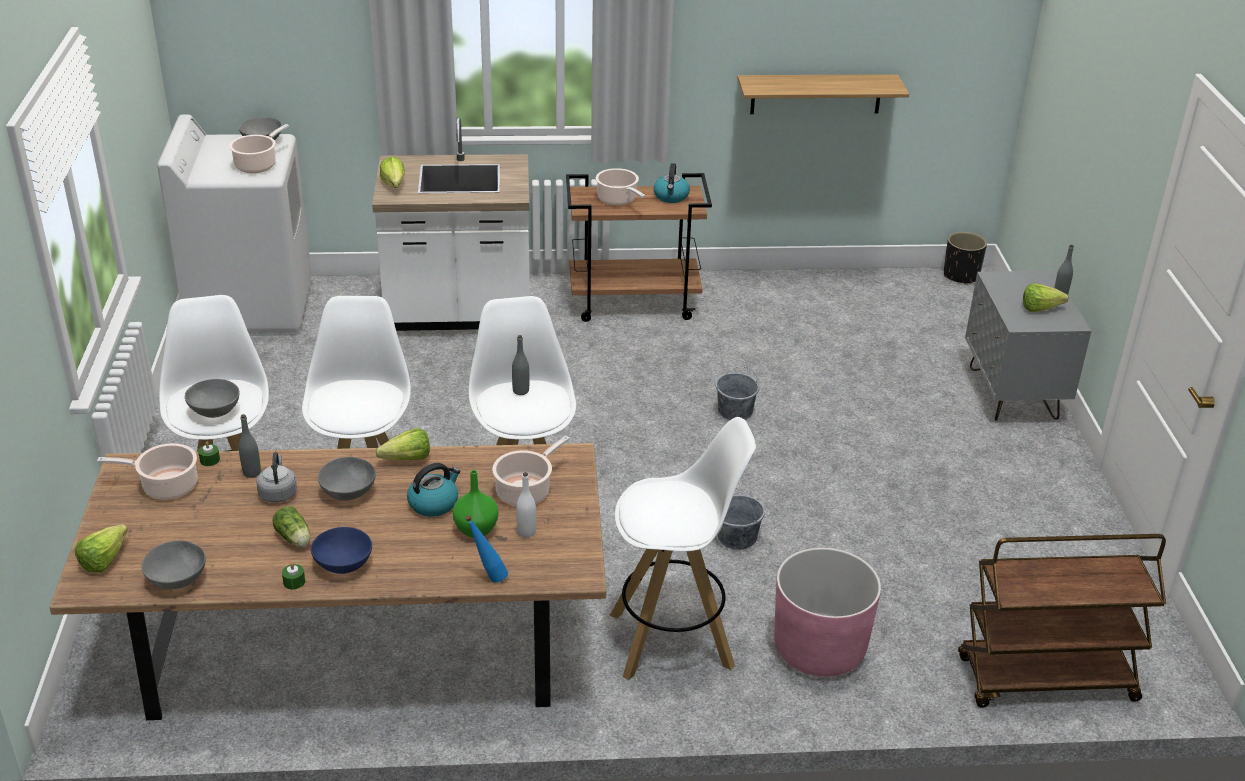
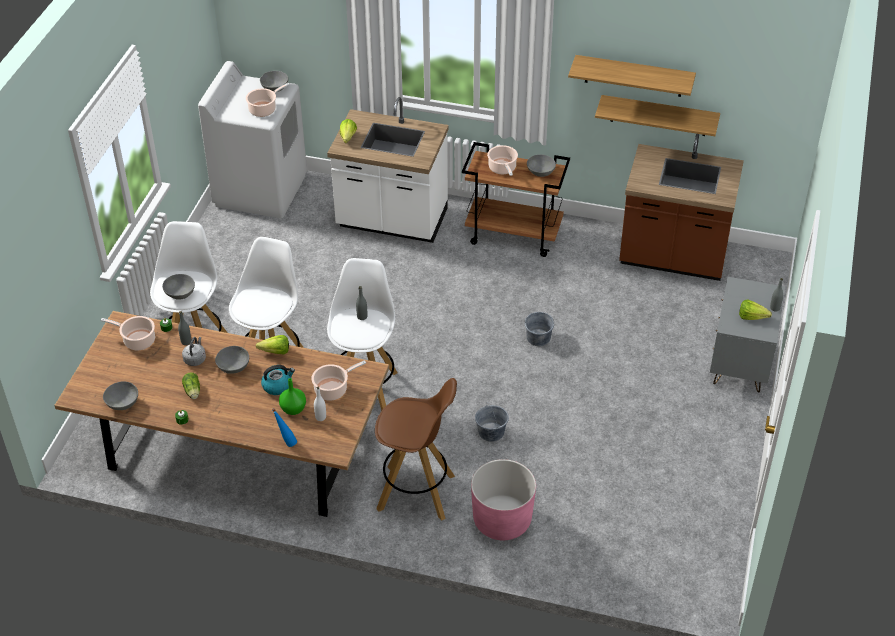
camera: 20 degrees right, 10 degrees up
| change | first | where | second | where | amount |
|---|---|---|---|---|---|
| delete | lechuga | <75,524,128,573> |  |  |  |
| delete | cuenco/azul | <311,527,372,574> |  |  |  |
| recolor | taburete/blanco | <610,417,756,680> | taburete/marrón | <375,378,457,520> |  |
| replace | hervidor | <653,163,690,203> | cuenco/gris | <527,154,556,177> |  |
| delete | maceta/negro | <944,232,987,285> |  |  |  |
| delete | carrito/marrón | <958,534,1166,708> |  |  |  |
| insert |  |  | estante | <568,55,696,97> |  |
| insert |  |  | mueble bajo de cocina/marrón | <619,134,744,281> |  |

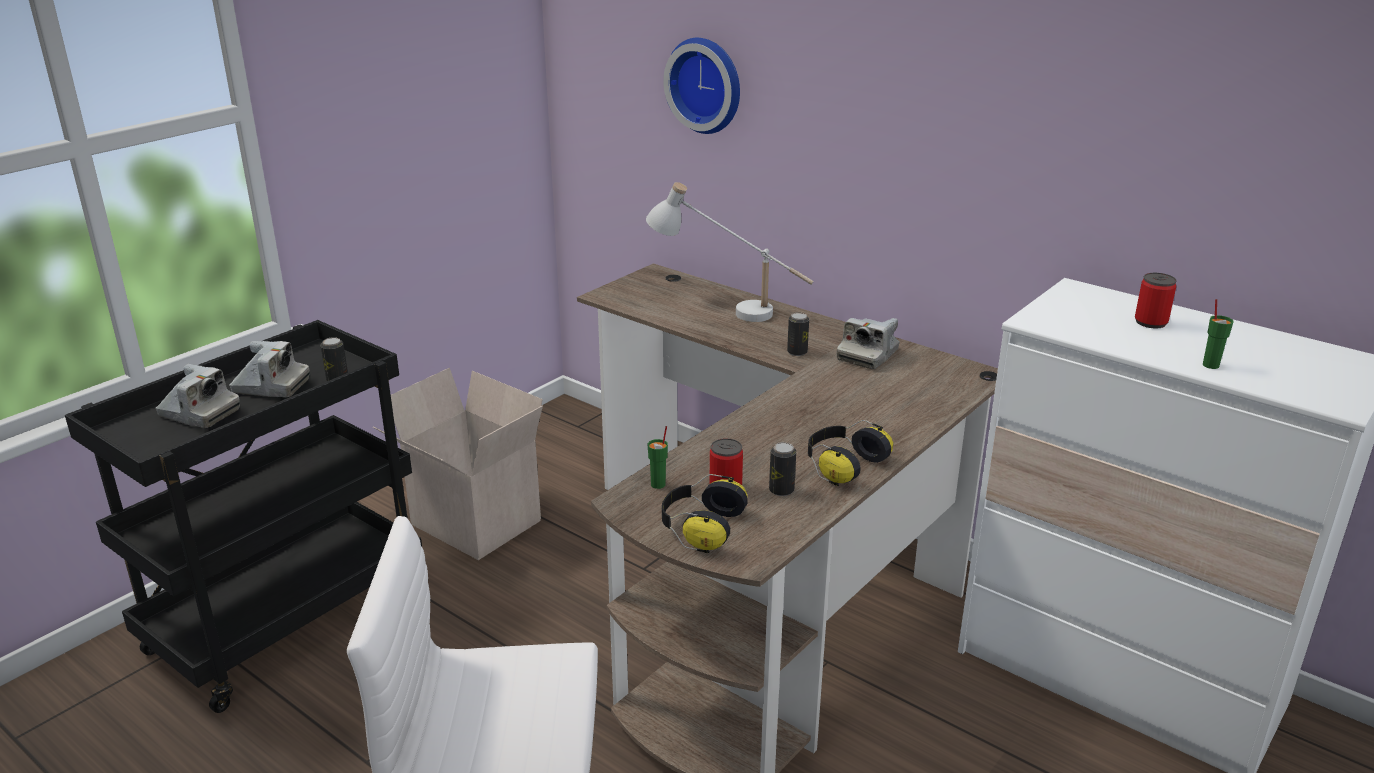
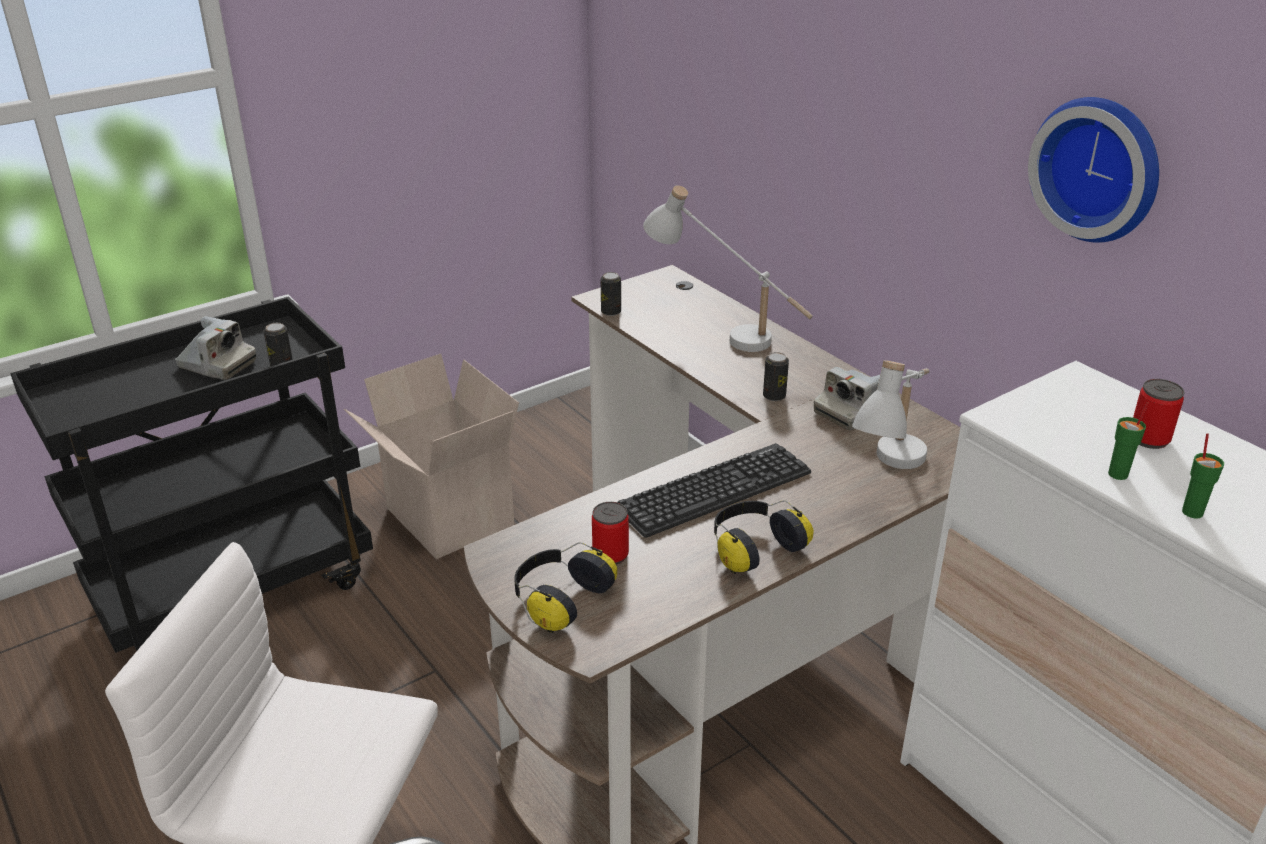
camera: 15 degrees right, 5 degrees up
| change | first | where | second | where | amount |
|---|---|---|---|---|---|
| delete | cámara | <156,364,240,428> |  |  |  |
| move | taza/verde | <648,426,668,489> |  | <1108,402,1149,480> |  |
| move | reloj de pared | <663,38,740,134> |  | <1028,97,1159,243> |  |
| move | lata | <769,442,796,496> |  | <601,272,621,316> |  |
| insert |  |  | teclado | <617,443,811,538> |  |
| insert |  |  | lámpara de mesa/blanco | <852,360,930,469> |  |

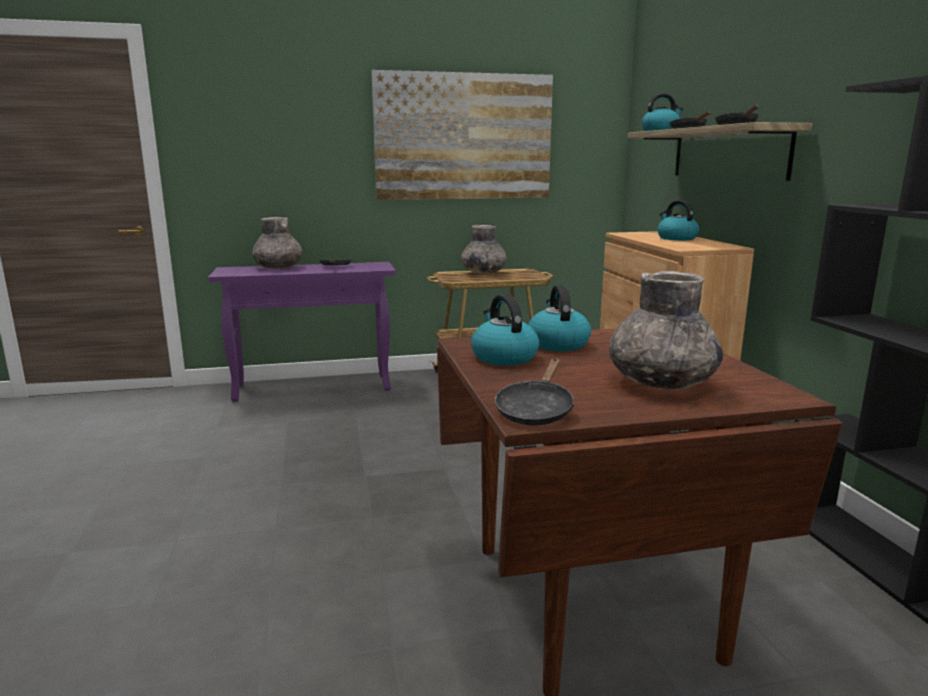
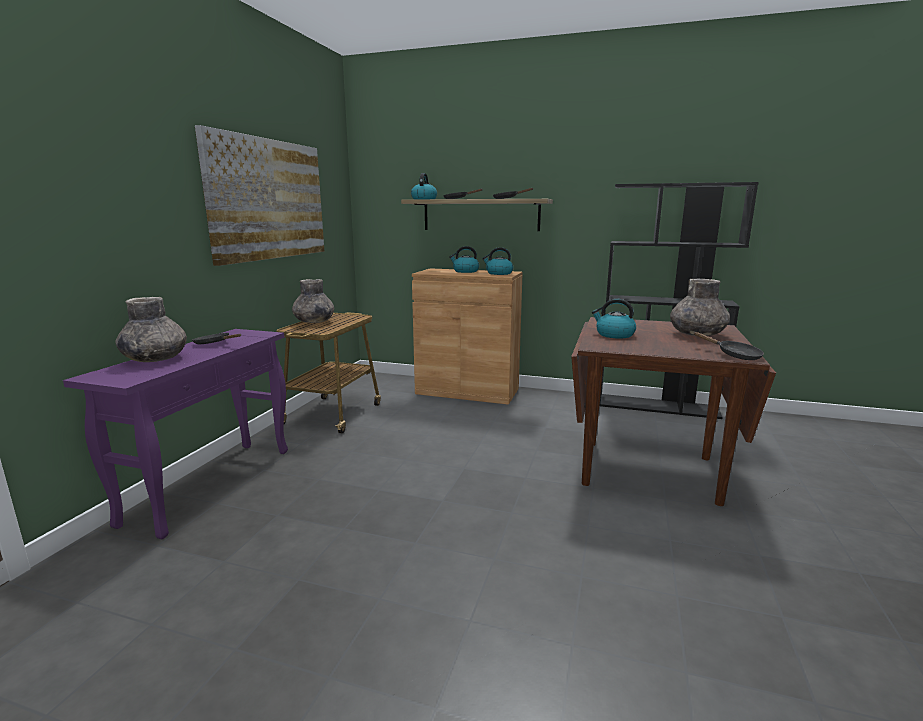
camera: 60 degrees left, 0 degrees up
| change | first | where | second | where | amount |
|---|---|---|---|---|---|
| move | hervidor | <471,294,539,366> |  | <482,247,513,275> |  |

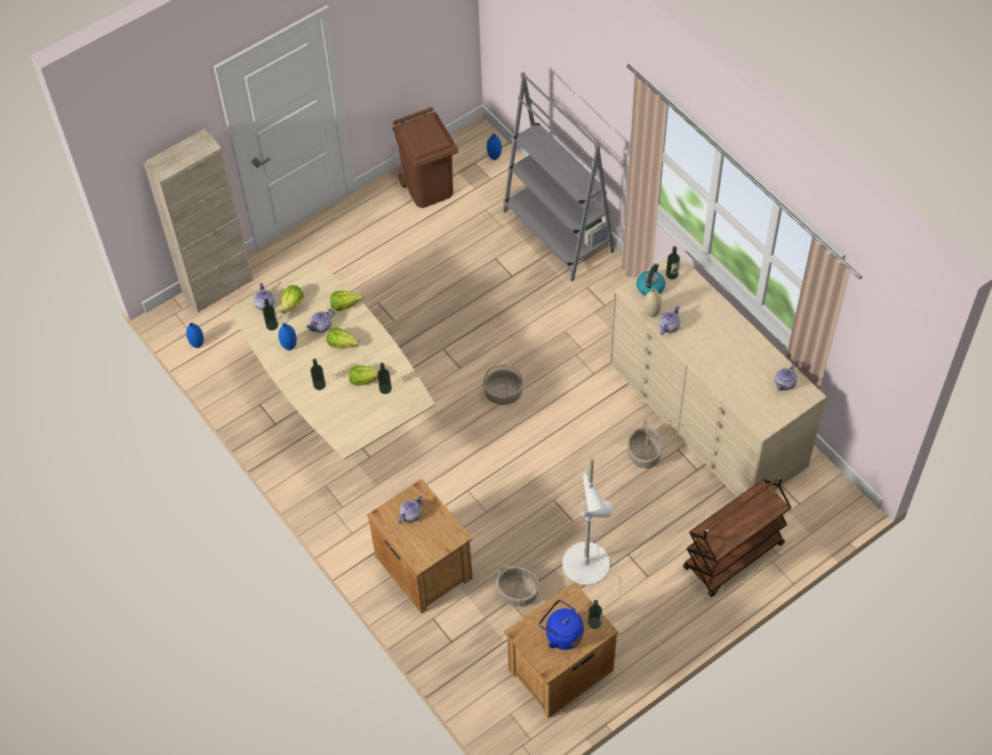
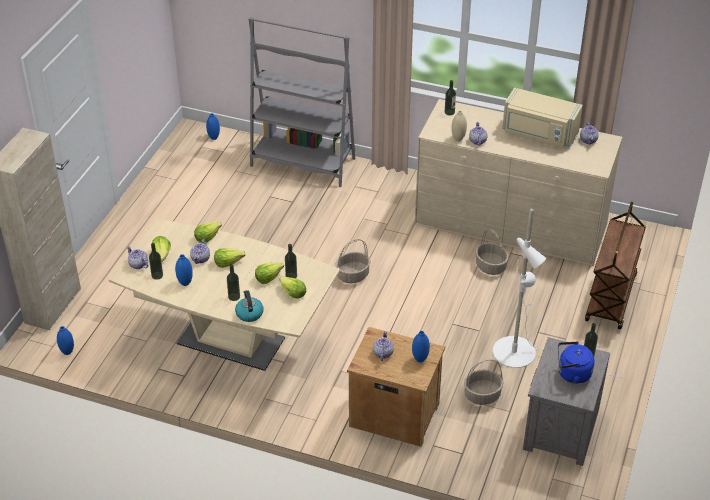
camera: 35 degrees left, 15 degrees down
| change | first | where | second | where | amount |
|---|---|---|---|---|---|
| delete | papelera/marrón | <393,107,458,208> |  |  |  |
| recolor | mesita de noche/marrón | <504,582,619,718> | mesita de noche/gris | <523,337,610,466> |  |
| move | hervidor | <636,263,665,296> |  | <235,290,264,322> |  |
| insert |  |  | lechuga | <279,276,307,299> |  |
| insert |  |  | florero/azul | <412,331,430,362> |  |
| insert |  |  | microondas/beis | <502,87,583,148> |  |

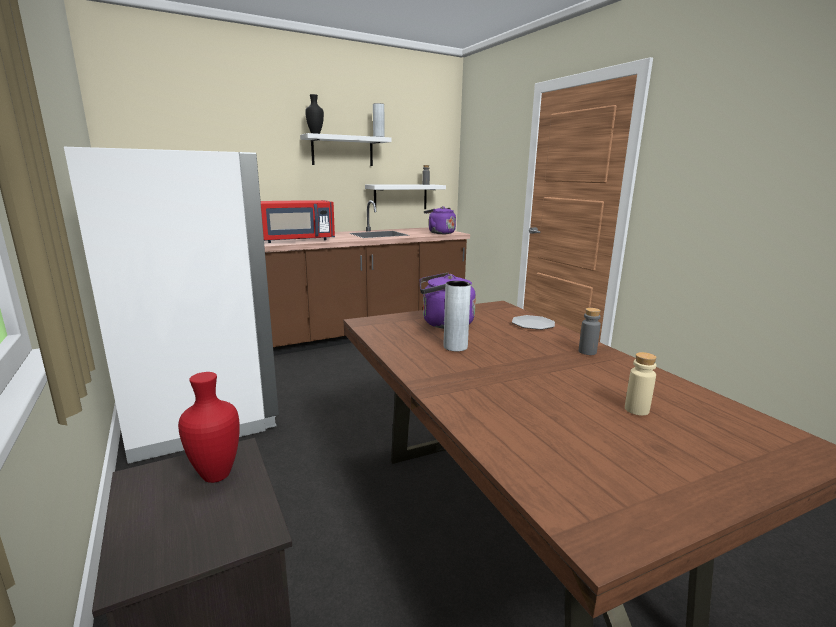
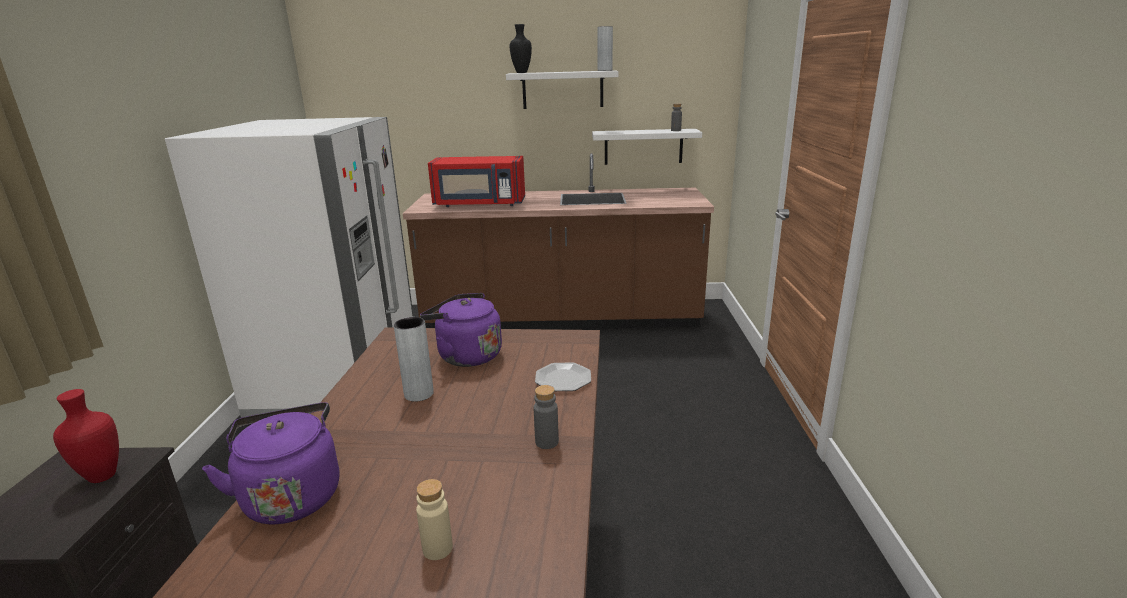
camera: 30 degrees right, 5 degrees up
| change | first | where | second | where | amount |
|---|---|---|---|---|---|
| move | hervidor/morado | <424,206,456,234> |  | <202,402,339,525> |  |

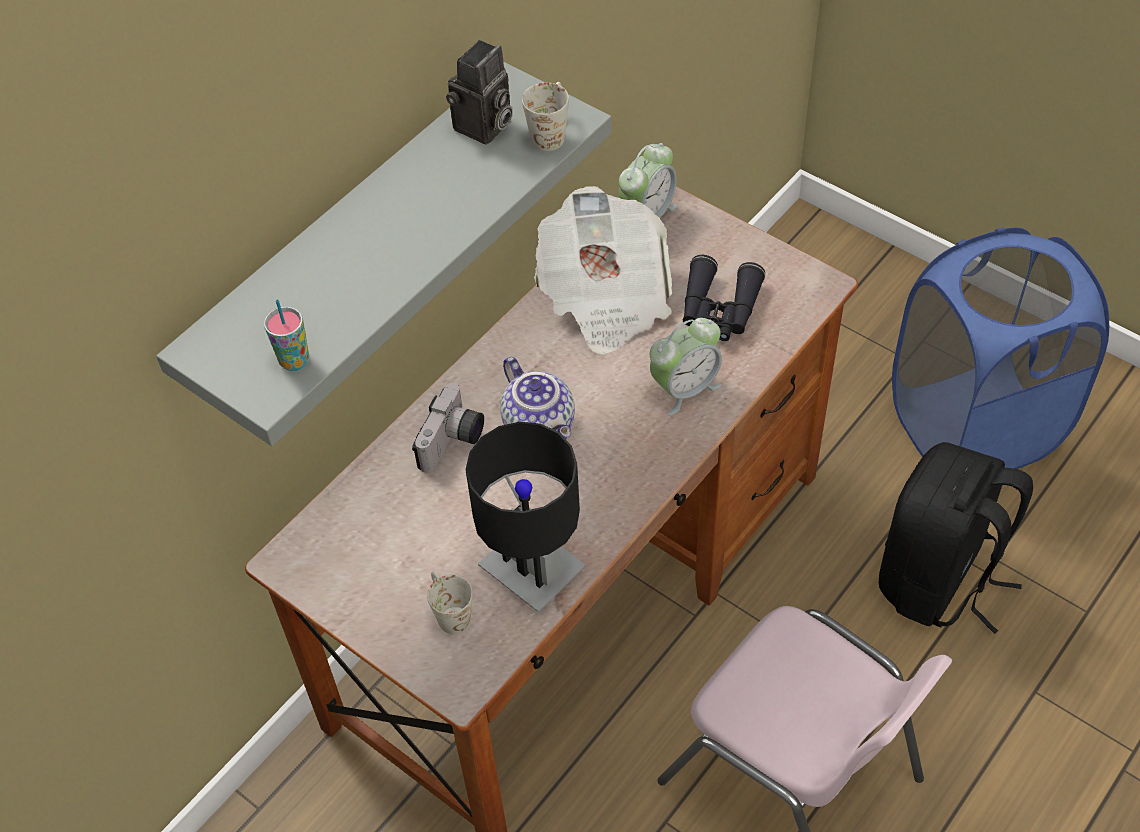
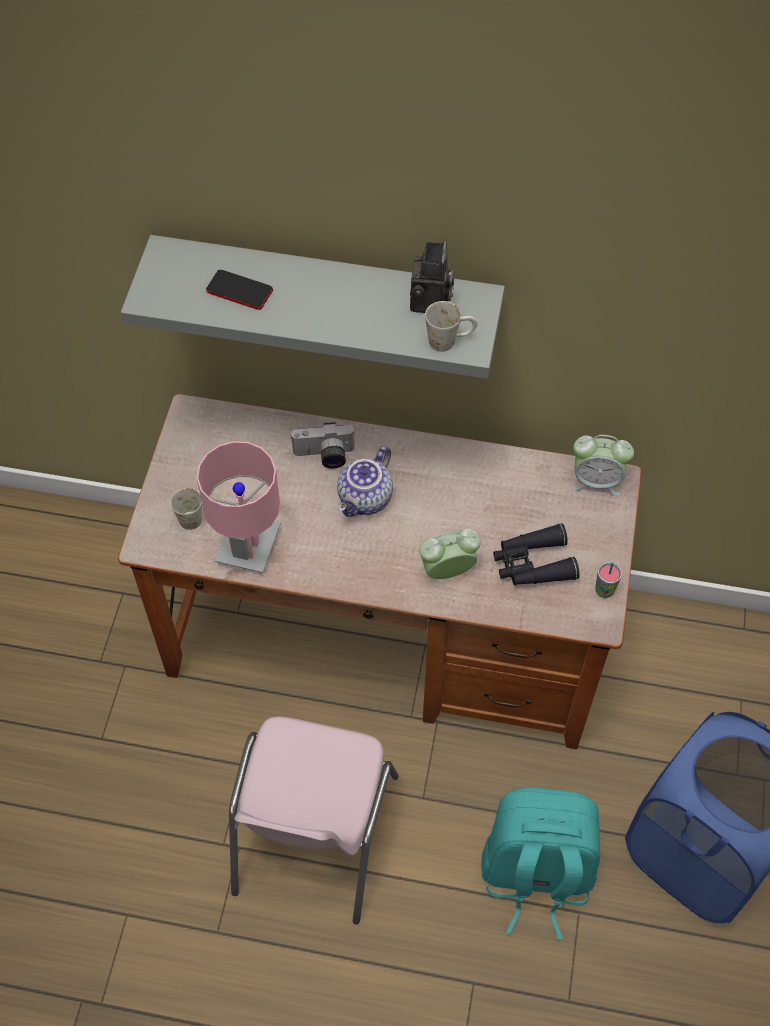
camera: 60 degrees right, 5 degrees up
| change | first | where | second | where | amount |
|---|---|---|---|---|---|
| move | taza | <264,299,309,371> |  | <595,562,622,598> |  |
| rotate | cámara | <446,40,513,145> |  | <410,241,455,313> | 90 degrees counterclockwise |
| recolor | lámpara de mesa/negro | <466,422,586,612> | lámpara de mesa/rosa | <197,441,281,573> |  |
| delete | periódico | <534,186,672,355> |  |  |  |
| rotate | despertador | <650,318,722,415> |  | <419,528,481,579> | 135 degrees clockwise |
| recolor | mochila/negro | <879,442,1033,634> | mochila/turquesa | <481,787,600,940> |  |
| insert |  |  | móvil | <206,270,273,310> |  |

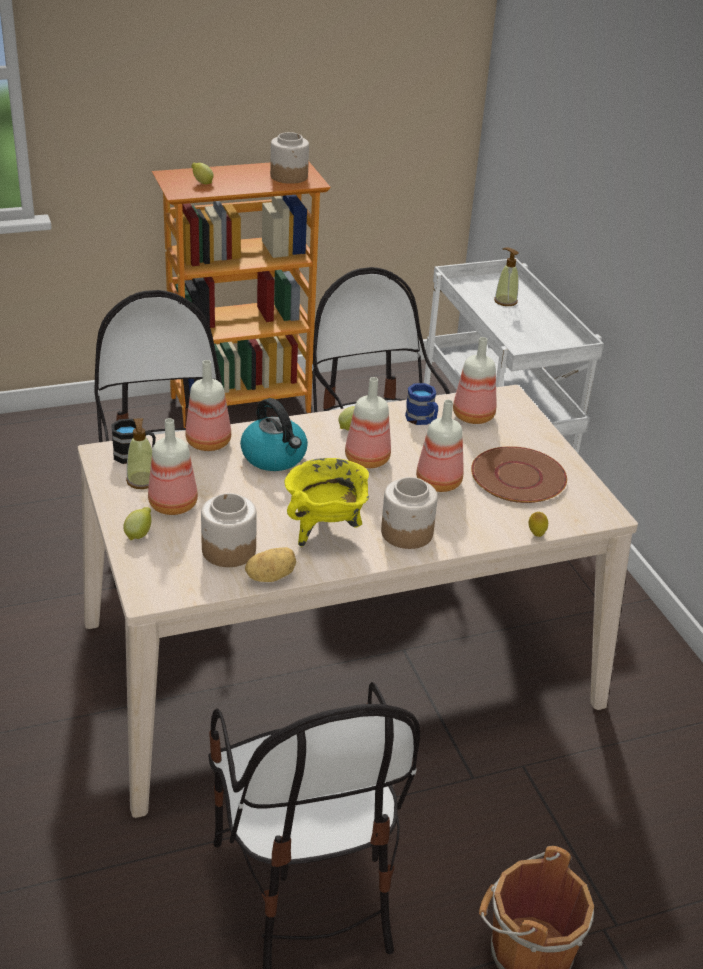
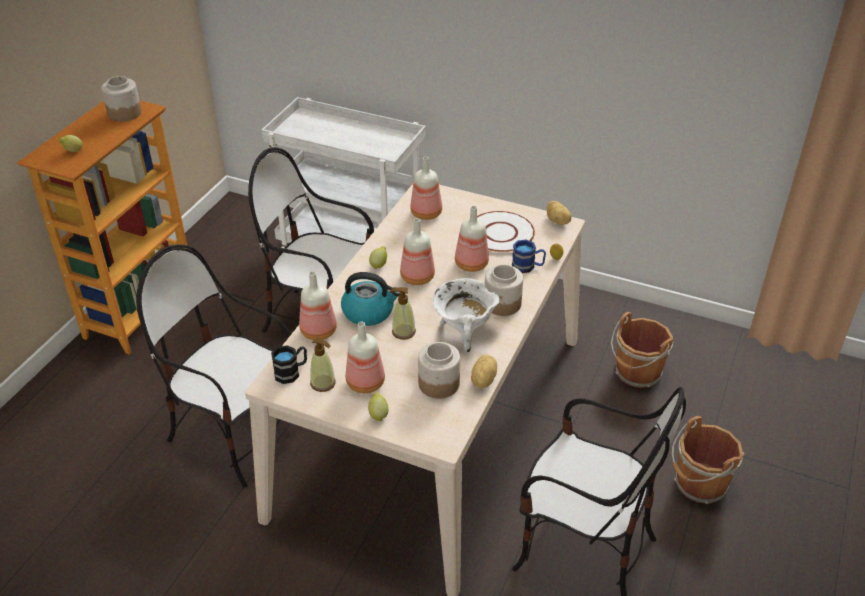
camera: 45 degrees left, 5 degrees up
| change | first | where | second | where | amount |
|---|---|---|---|---|---|
| recolor | olla/amarillo | <285,458,369,547> | olla/blanco | <433,278,499,352> |  |
| move | taza grande/azul | <405,383,438,425> |  | <512,240,546,273> |  |
| recolor | plato/marrón | <471,446,567,503> | plato/blanco | <477,211,535,252> |  |
| move | dispensador de jabón | <494,248,519,306> |  | <390,287,416,340> |  |
| insert |  |  | patata | <547,201,572,225> |  |
| insert |  |  | cubo/marrón | <611,312,673,388> |  |

